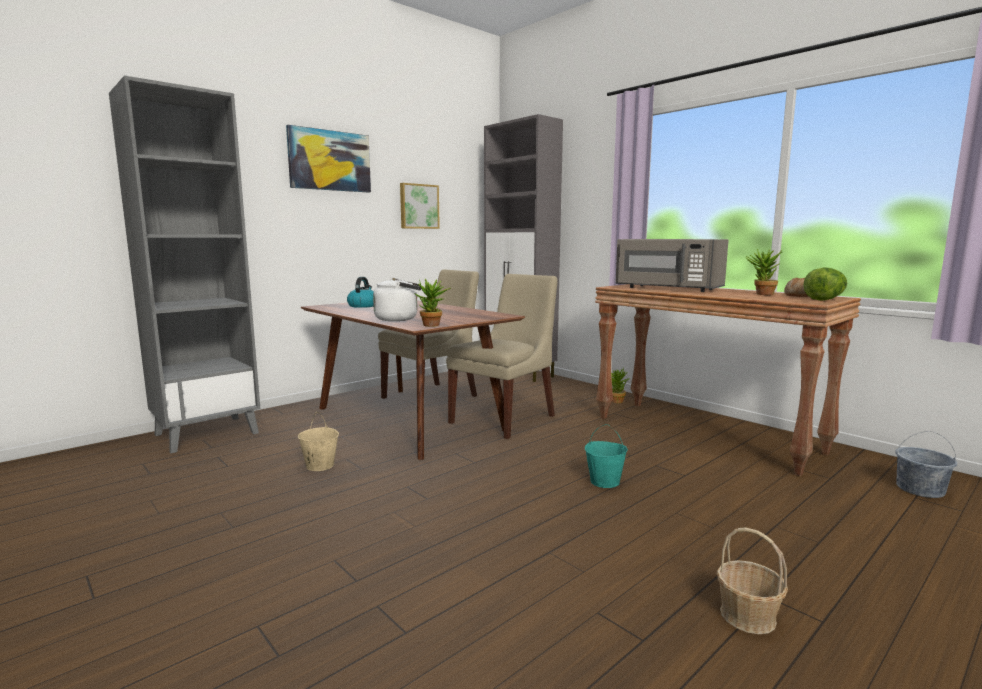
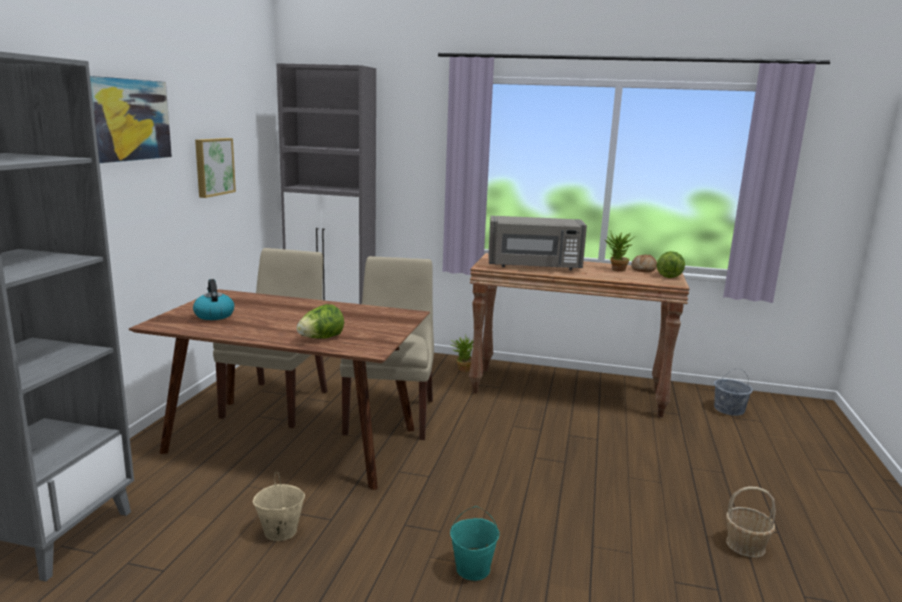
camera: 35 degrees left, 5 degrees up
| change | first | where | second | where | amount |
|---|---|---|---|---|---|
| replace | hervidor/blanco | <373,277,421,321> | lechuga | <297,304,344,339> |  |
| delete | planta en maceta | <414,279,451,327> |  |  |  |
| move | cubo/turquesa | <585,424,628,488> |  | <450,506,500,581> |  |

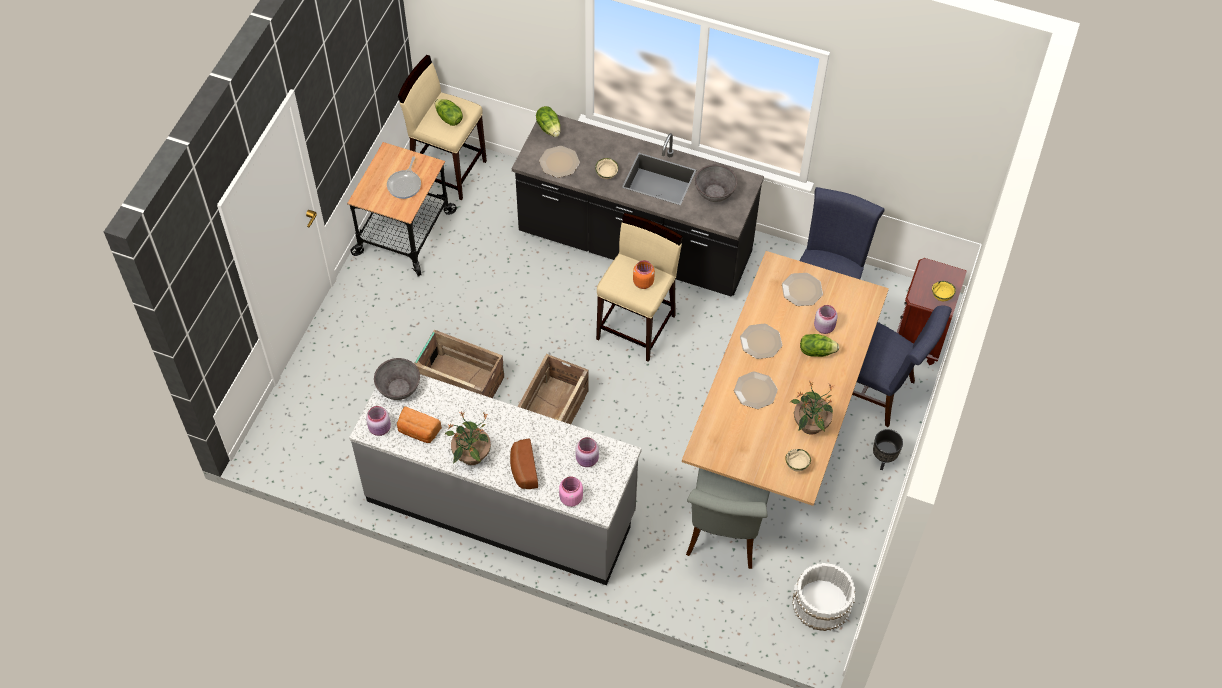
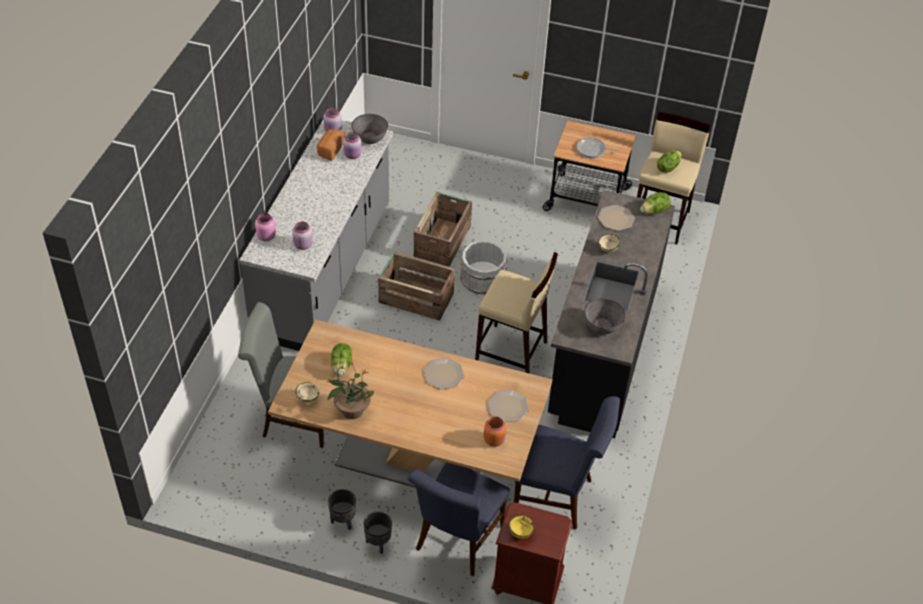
camera: 85 degrees right, 10 degrees down
| change | first | where | second | where | amount |
|---|---|---|---|---|---|
| delete | planta en maceta | <445,412,491,465> |  |  |  |
| delete | pan | <510,438,538,489> |  |  |  |
| move | tarro/naranja | <633,260,655,289> |  | <484,416,506,447> |  |
| delete | plato | <734,371,778,409> |  |  |  |
| move | cubo/blanco | <792,563,855,631> |  | <460,240,507,294> |  |
| move | lechuga | <800,334,839,357> |  | <331,343,352,377> |  |
| move | tarro/rosa | <814,305,838,334> |  | <343,132,362,159> |  |
| insert |  |  | maceta/negro | <328,489,356,530> |  |

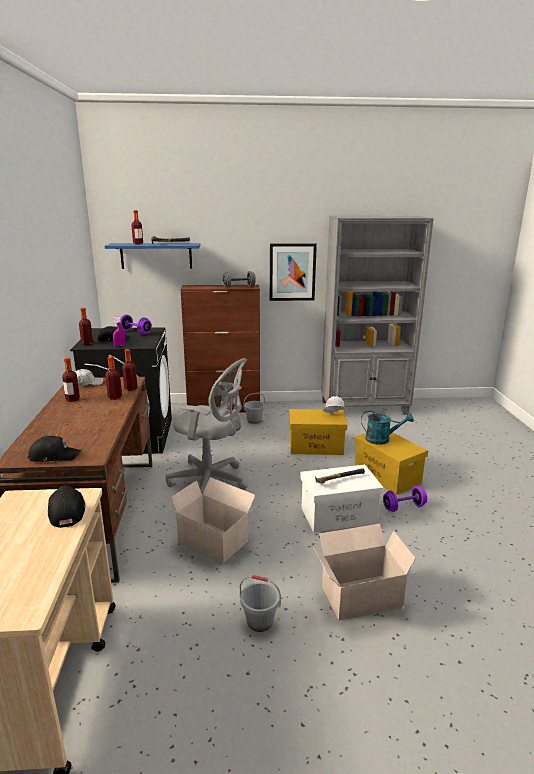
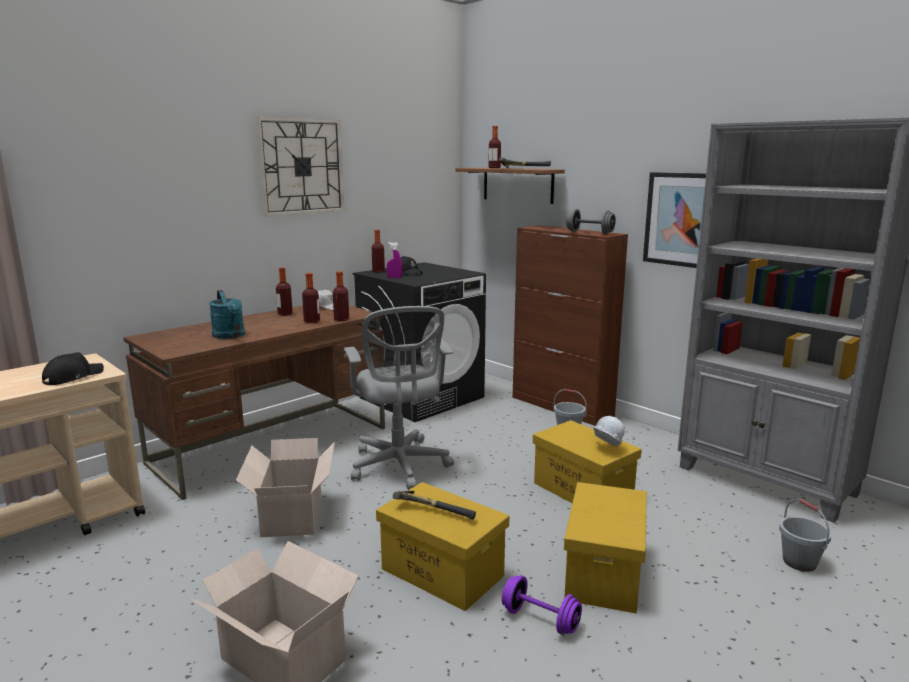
camera: 50 degrees right, 5 degrees down
| change | first | where | second | where | amount |
|---|---|---|---|---|---|
| delete | gorra/negro | <28,436,81,462> |  |  |  |
| recolor | estante/azul | <105,243,200,269> | estante/marrón | <455,168,565,204> |  |
| delete | mancuerna/morado | <120,315,152,335> |  |  |  |
| move | cubo/gris | <240,575,281,632> |  | <779,499,832,572> |  |
| recolor | caja de almacenaje/blanco | <300,465,383,533> | caja de almacenaje/amarillo | <376,482,509,611> |  |
| move | regadera/turquesa | <361,411,414,445> |  | <209,290,245,339> |  |
| insert |  |  | reloj de pared | <256,117,345,217> |  |

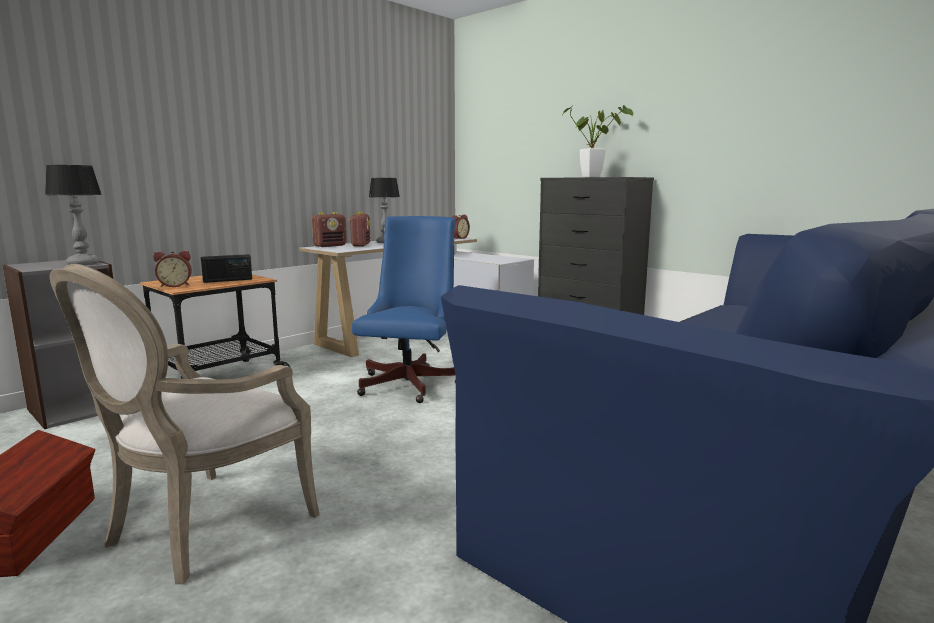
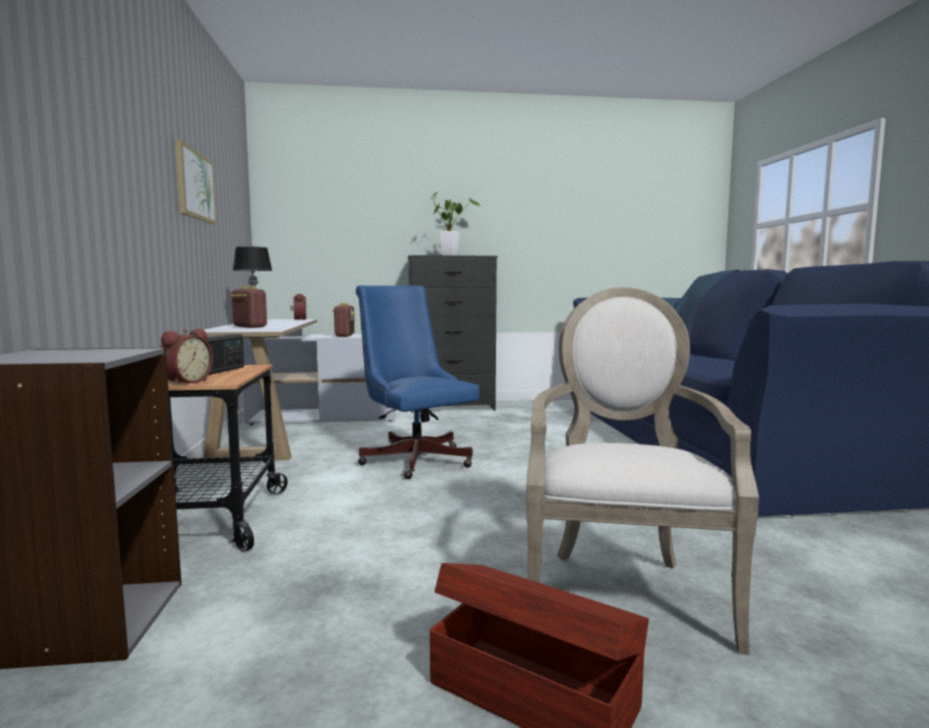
camera: 50 degrees left, 5 degrees down
| change | first | where | second | where | amount |
|---|---|---|---|---|---|
| delete | lámpara de mesa | <45,165,102,265> |  |  |  |
| rotate | sillón | <49,264,320,584> |  | <526,287,759,655> | 150 degrees counterclockwise |
| move | radio | <312,212,347,247> |  | <332,303,355,337> |  |
| insert |  |  | cuadro | <175,140,216,225> |  |

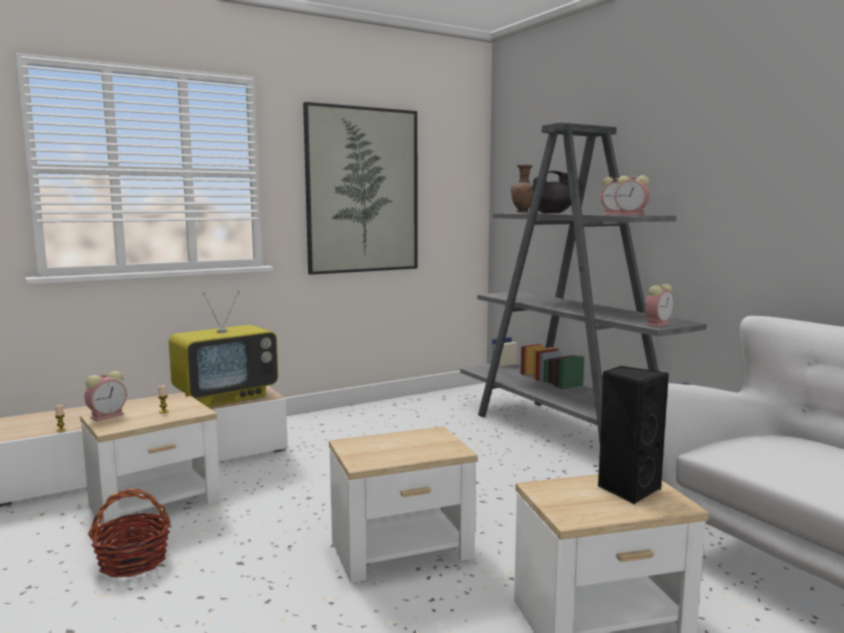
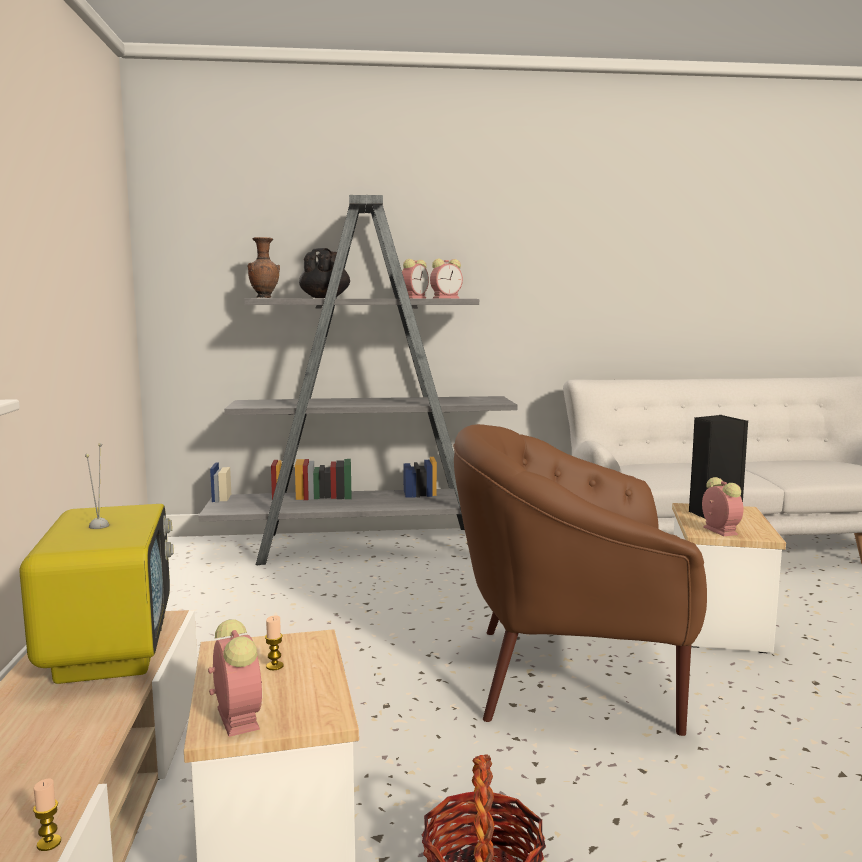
camera: 65 degrees left, 0 degrees up
| change | first | where | second | where | amount |
|---|---|---|---|---|---|
| delete | cuadro | <303,102,418,275> |  |  |  |
| replace | mesa auxiliar | <329,426,478,583> | sillón/marrón | <453,424,707,736> |  |
| move | despertador | <645,284,674,327> |  | <702,477,743,536> |  |

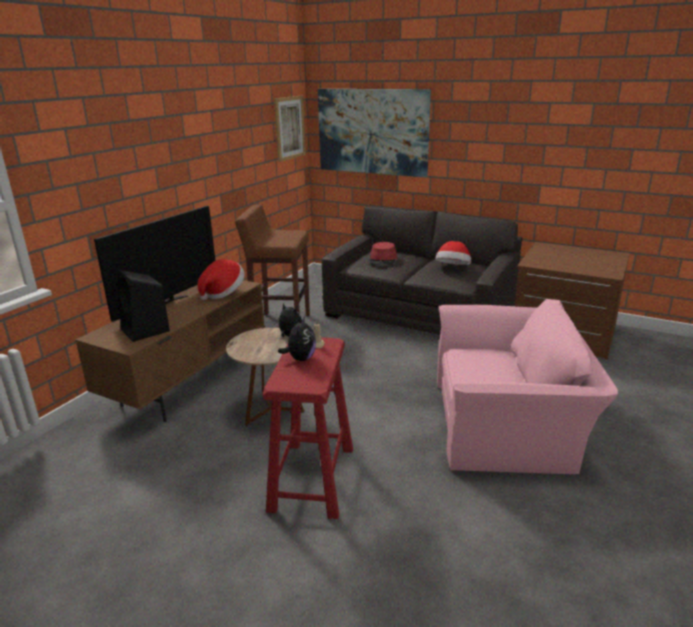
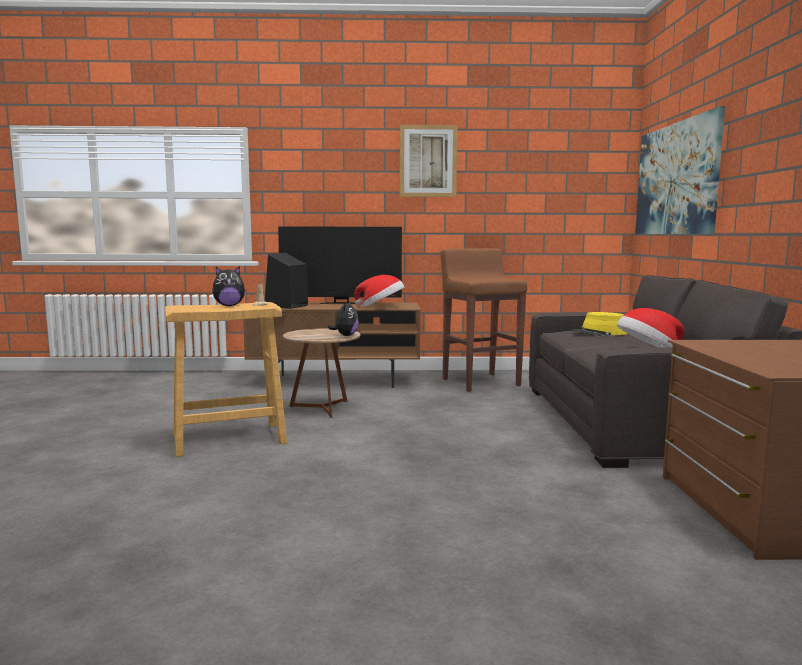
camera: 60 degrees right, 15 degrees down
| change | first | where | second | where | amount |
|---|---|---|---|---|---|
| recolor | taburete/rojo | <263,337,353,519> | taburete/beis | <165,302,287,457> |  |
| move | cuadro | <274,96,306,162> |  | <400,125,458,197> |  |
| recolor | sombrero/rojo | <369,242,397,265> | sombrero/amarillo | <572,312,627,336> |  |
| delete | sillón/rosa | <437,299,618,474> |  |  |  |

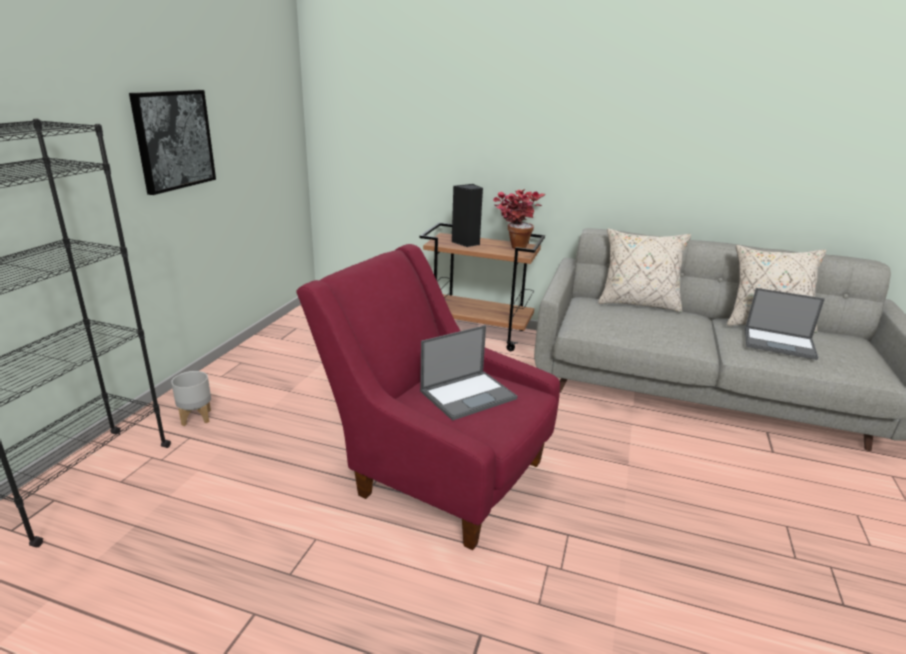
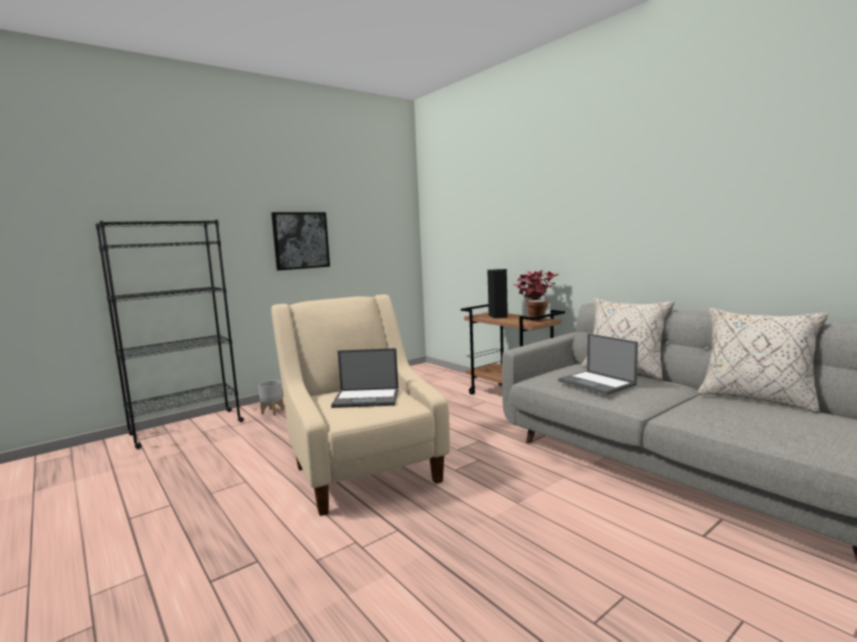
camera: 35 degrees right, 15 degrees down
| change | first | where | second | where | amount |
|---|---|---|---|---|---|
| recolor | sillón/rojo | <296,244,560,550> | sillón/beis | <271,295,450,516> |  |
| move | portátil | <745,288,825,360> |  | <558,334,638,395> |  |

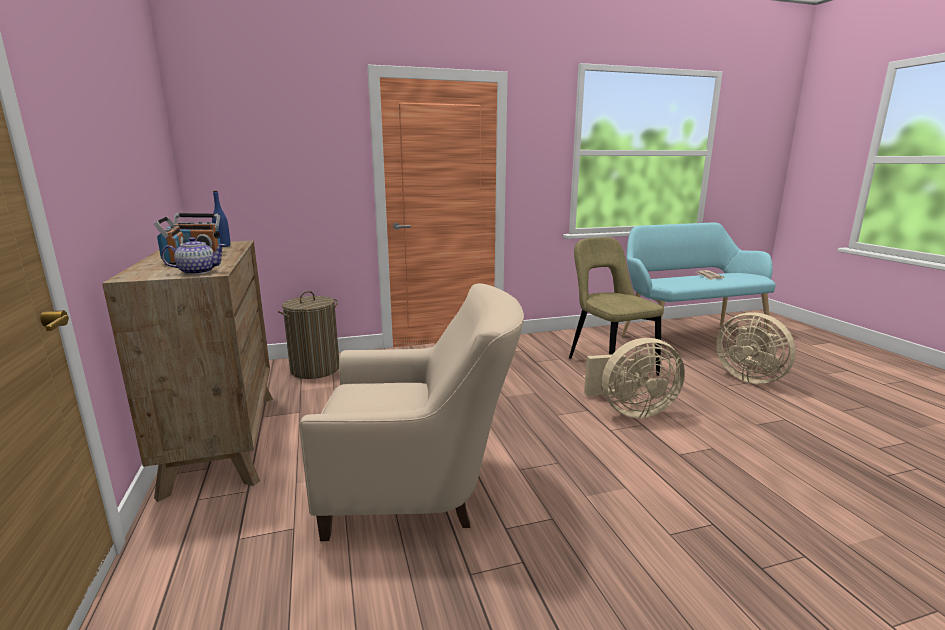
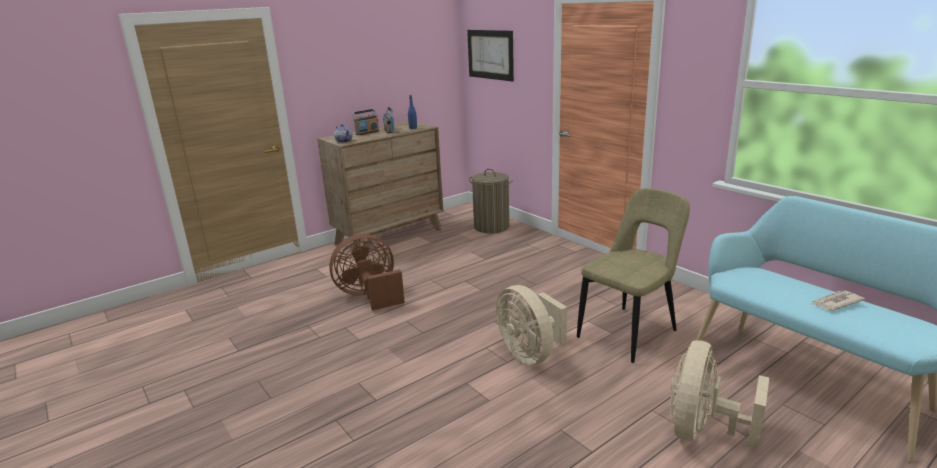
camera: 70 degrees right, 5 degrees up
| change | first | where | second | where | amount |
|---|---|---|---|---|---|
| replace | sillón/beis | <299,283,524,541> | ventilador/marrón | <329,234,405,311> |  |
| insert |  |  | cuadro | <467,30,514,82> |  |

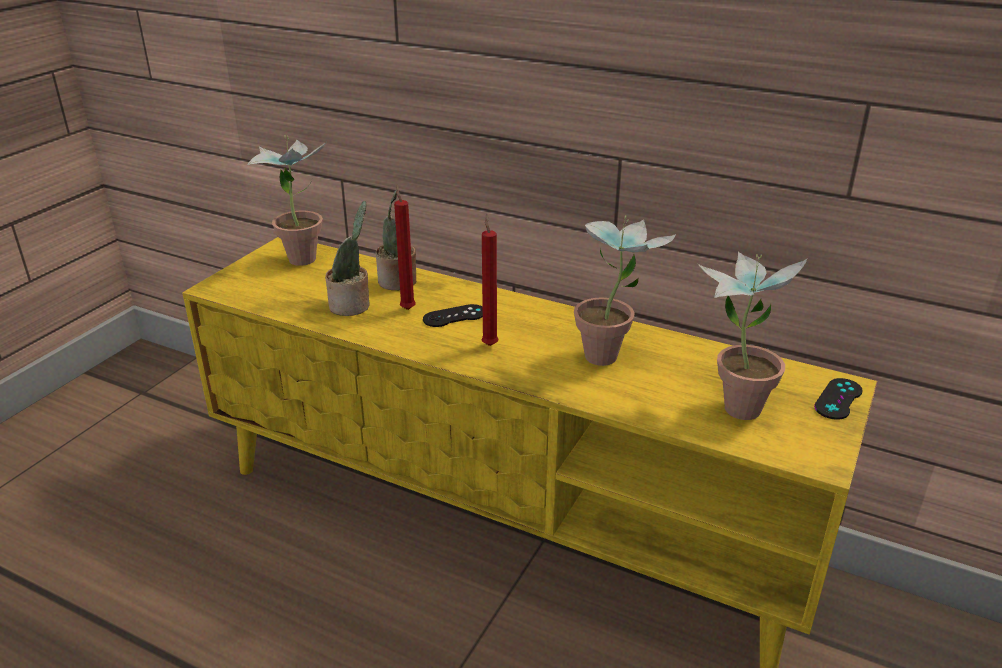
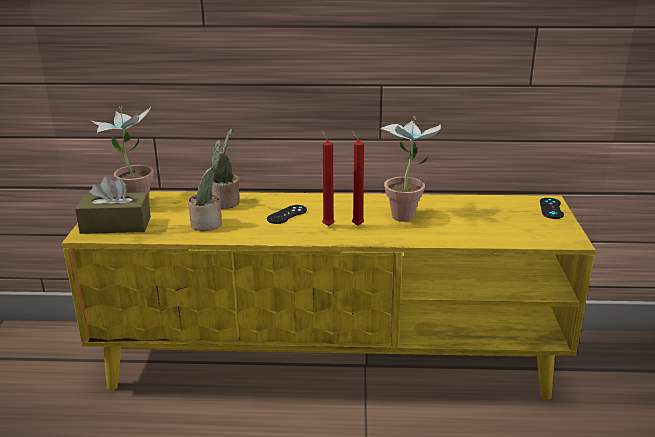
camera: 25 degrees left, 5 degrees down
| change | first | where | second | where | amount |
|---|---|---|---|---|---|
| move | vela/rojo | <394,185,416,310> |  | <351,130,364,226> |  |
| delete | planta en maceta | <698,252,807,420> |  |  |  |
| insert |  |  | caja de pañuelos/marrón | <75,176,151,234> |  |

